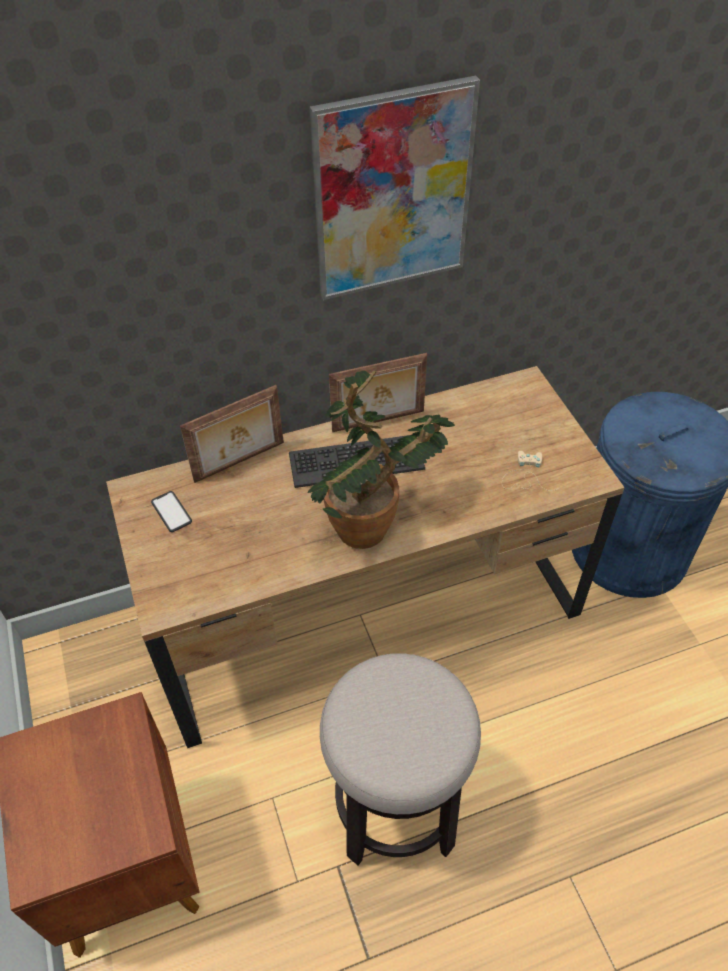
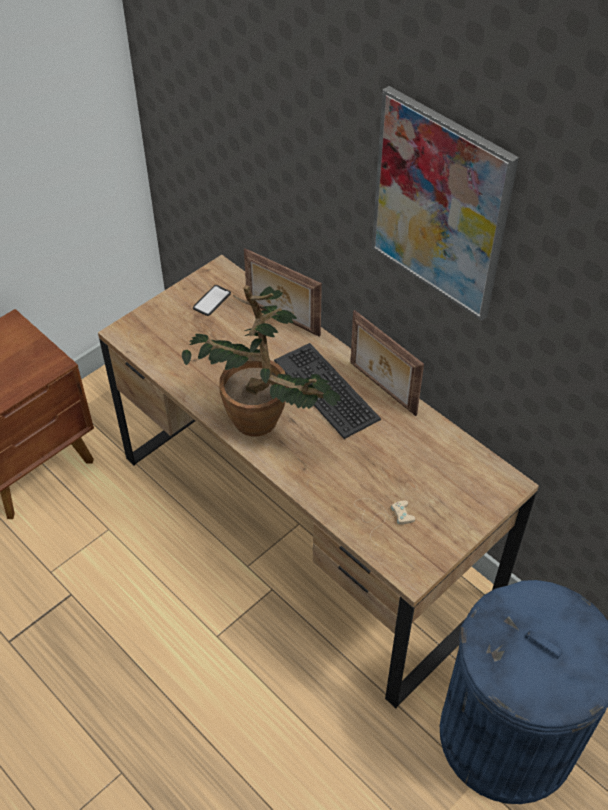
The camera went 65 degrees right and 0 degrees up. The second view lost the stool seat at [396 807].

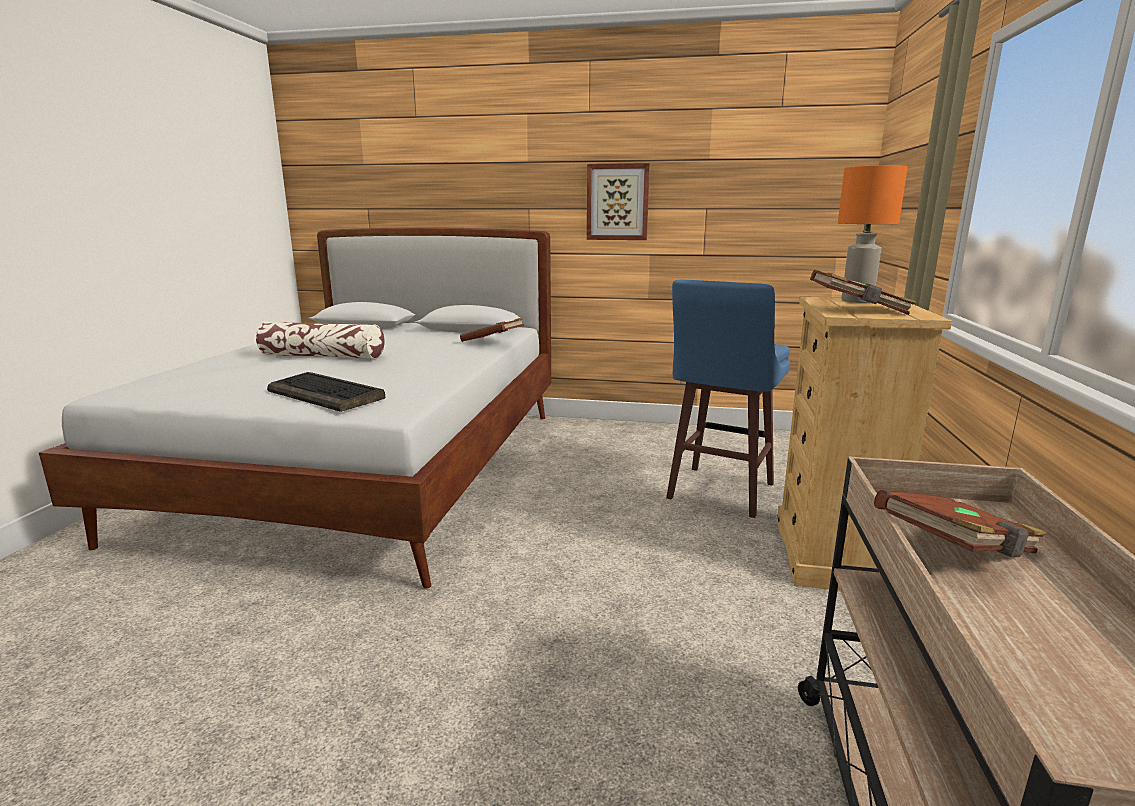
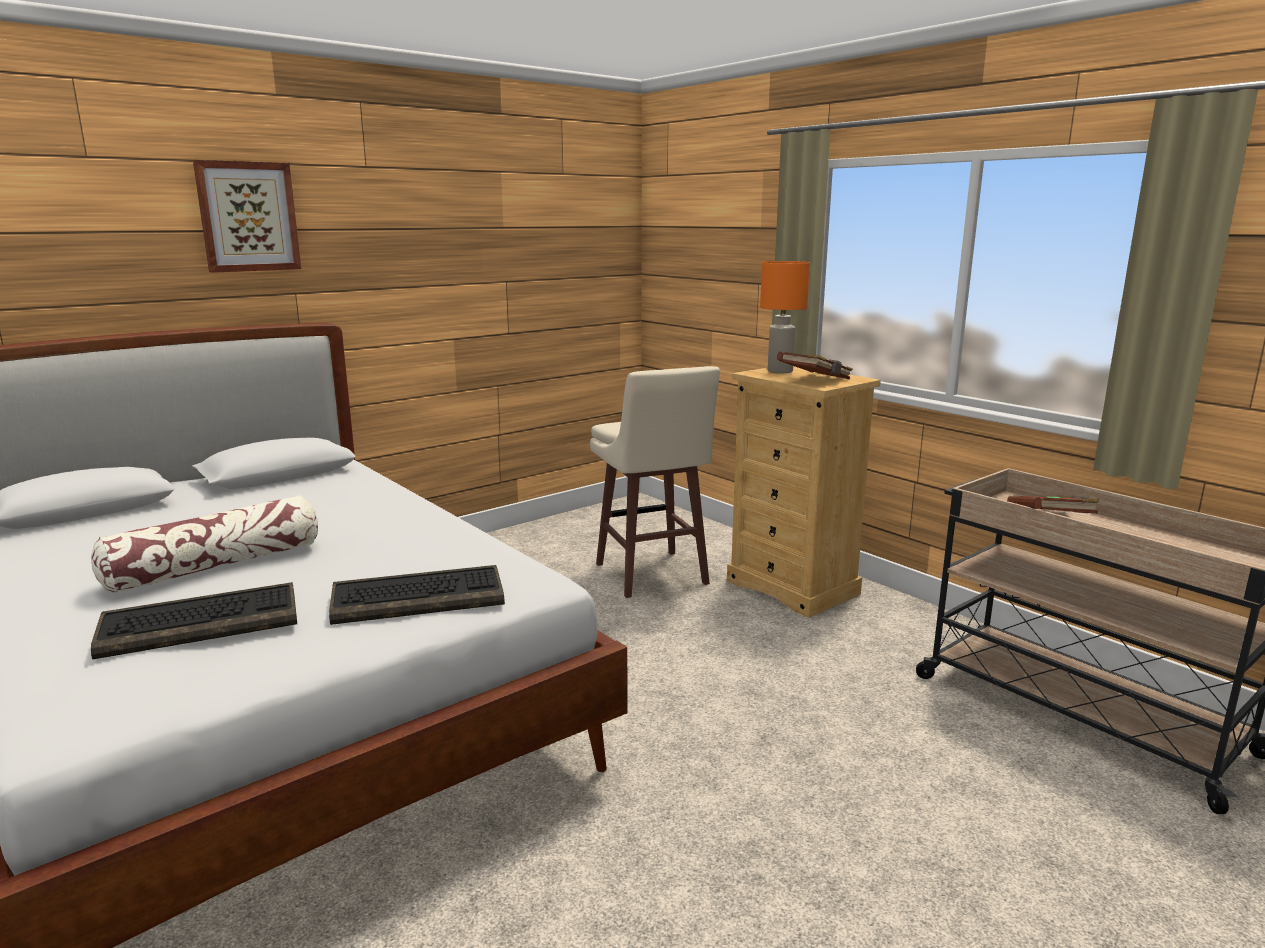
The camera went 50 degrees left and 0 degrees up. The second view gained the PC keyboard at [203 623]. The wall art ended up elsewhere, having gone from [617 202] to [248 217]. What was the blue stool seat at [719 492] turned into the beige-coloured stool seat at [651 575]. The second view lost the brown-coloured bound book at [493 342].

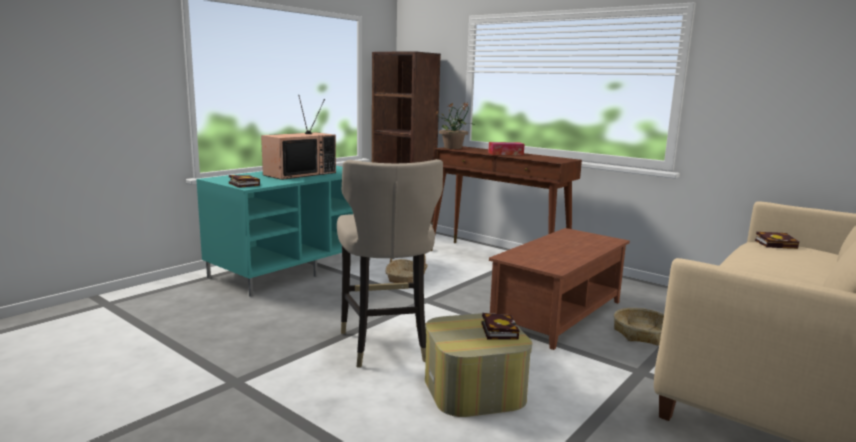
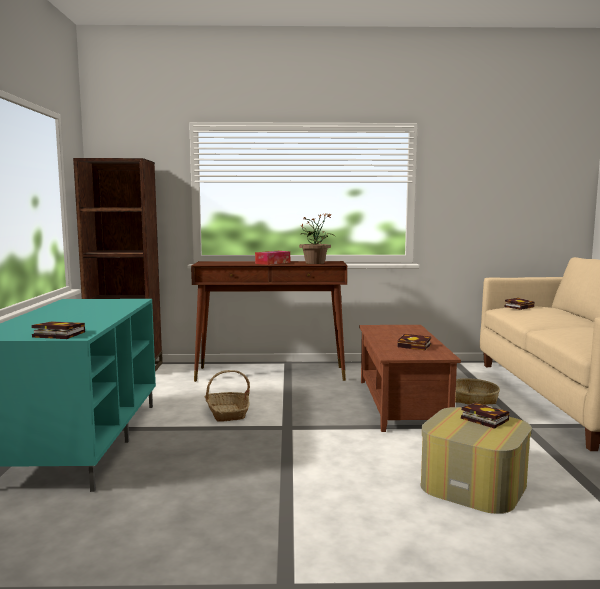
The camera went 40 degrees left and 5 degrees down. The potted plant ended up elsewhere, having gone from [453 148] to [315 263]. The second view gained the bound book at [416 346]. The second view lost the TV set at [300 173]. The second view lost the beige-coloured stool seat at [385 345].

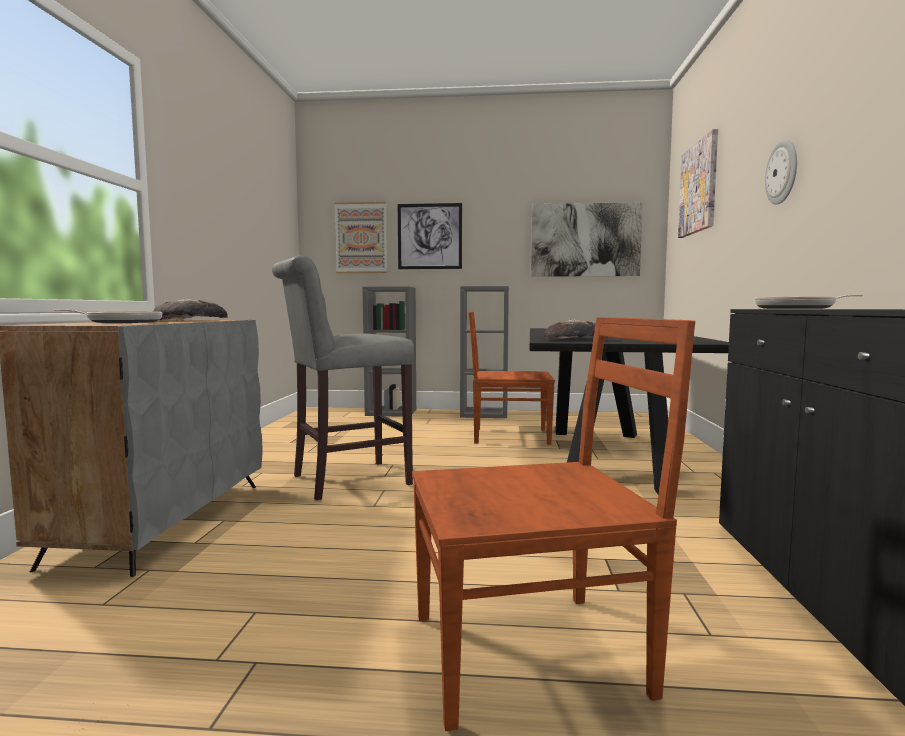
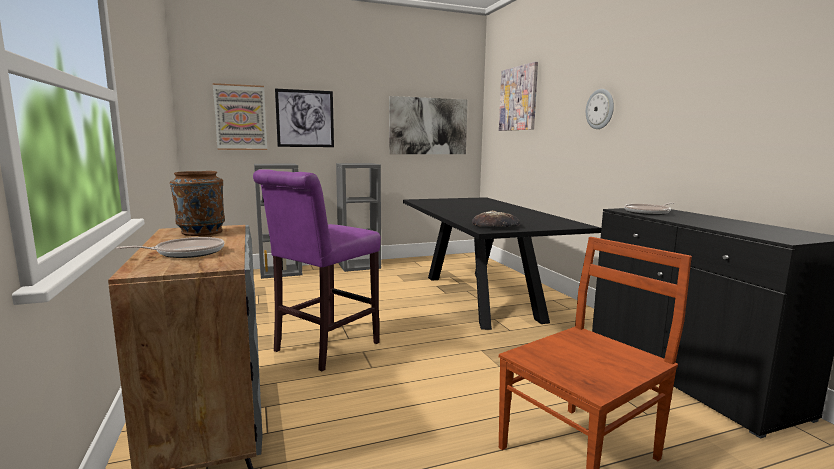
The camera went 25 degrees left and 5 degrees up. Where the bakery bread stood at [191 320], the brown-coloured flower vase came to stand at [201 232]. What was the grey stool seat at [344 481] turned into the purplish stool seat at [322 349]. The second view lost the brown-coloured chair at [508 436].

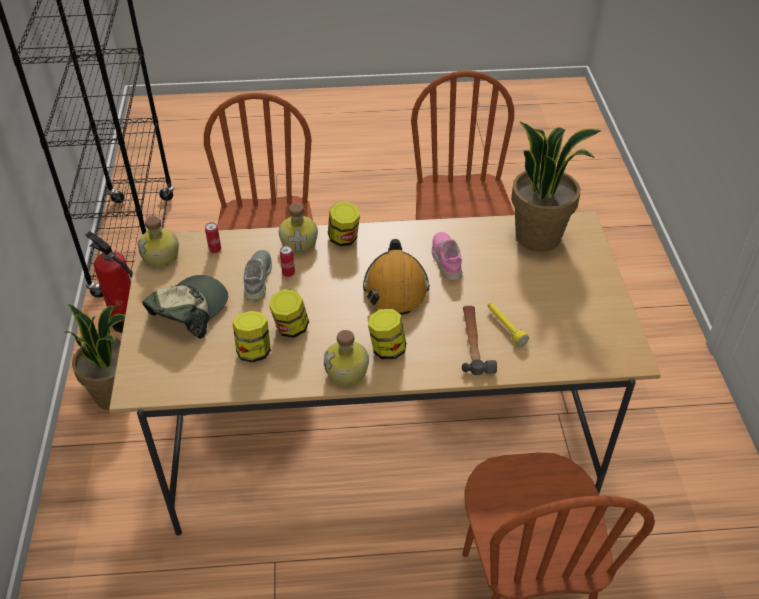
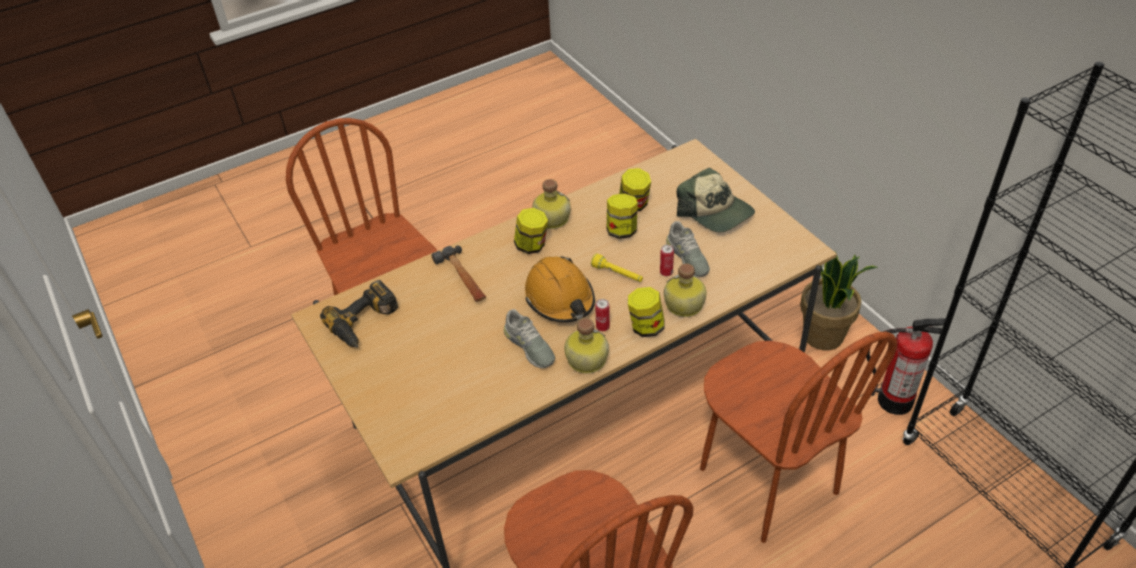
The camera went 155 degrees right and 0 degrees up. The second view gained the power drill at [366 323]. What was the pinkish shoe at [447 259] turned into the grey shoe at [529 346]. The drink bottle ended up elsewhere, having gone from [162 256] to [585 360]. The yellow-coloured torch ended up elsewhere, having gone from [505 327] to [617 274]. The metal can ended up elsewhere, having gone from [215 250] to [602 327]. The cap at [189 310] ended up facing another way, 45 degrees counterclockwise from before. The second view lost the potted plant at [538 236].

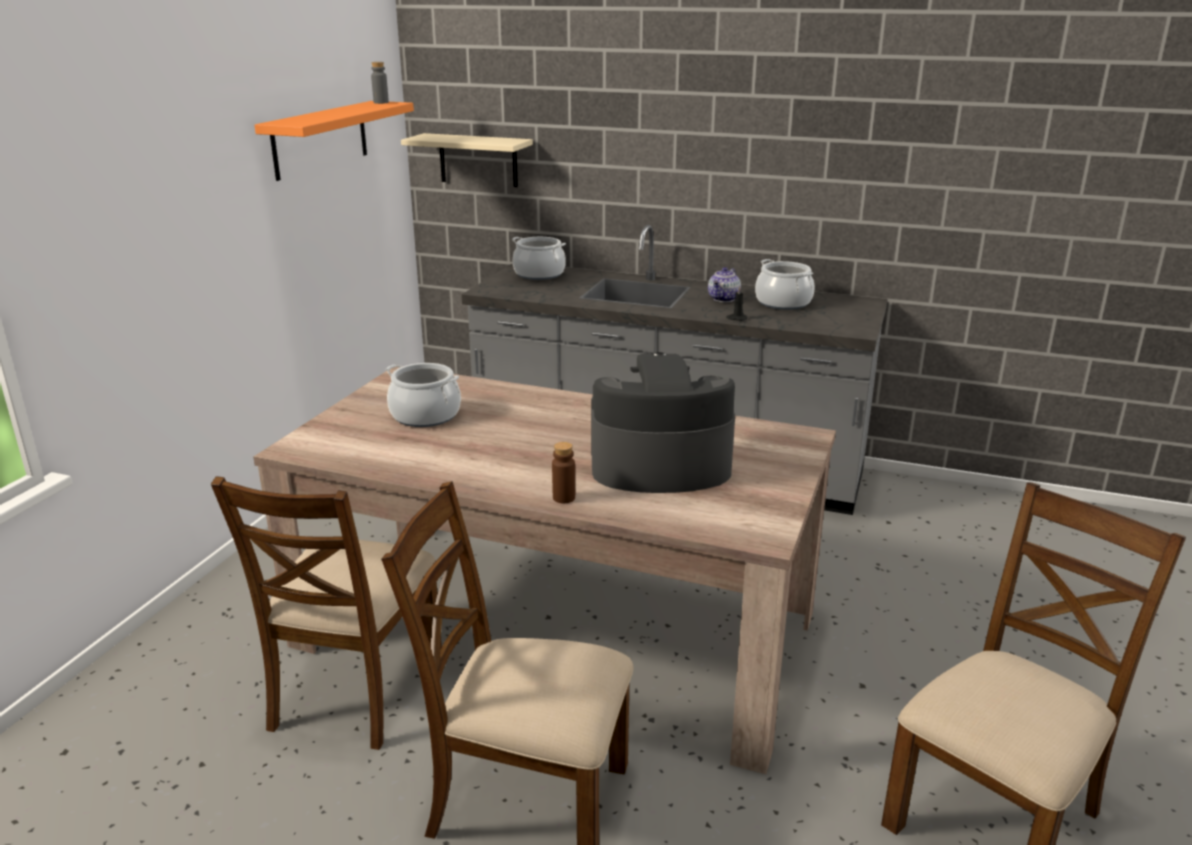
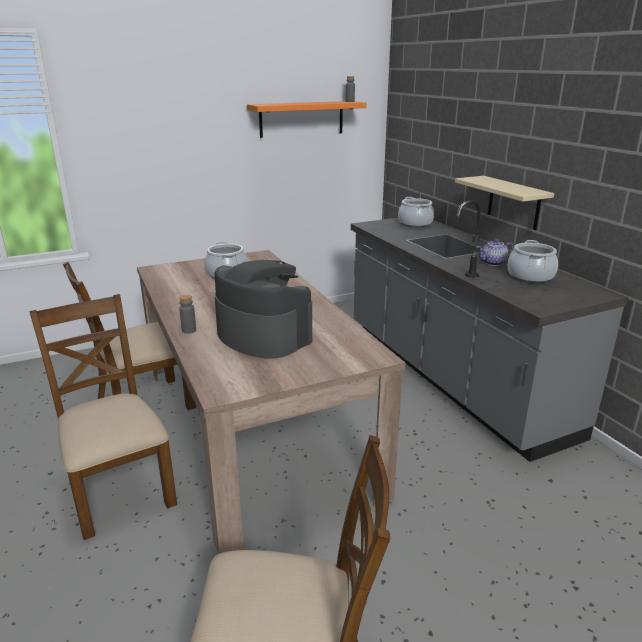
The camera went 45 degrees right and 0 degrees up. What was the brown-coloured drink bottle at [564 498] turned into the grey drink bottle at [189 330]. The beige-coloured shelf ended up elsewhere, having gone from [478 160] to [513 203].

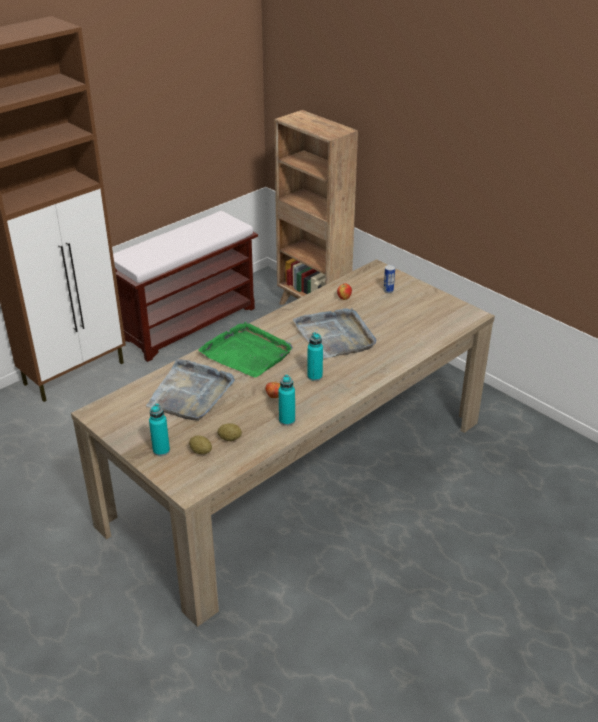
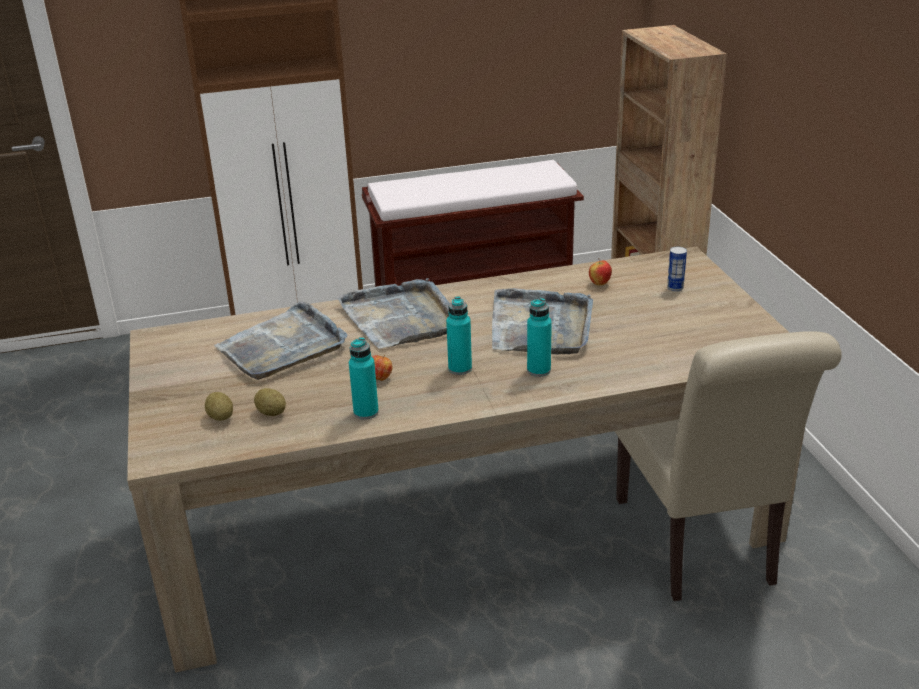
The camera went 30 degrees right and 5 degrees down. What was the greenish tray at [247 353] turned into the grey tray at [401 317]. The turquoise-coloured drink bottle ended up elsewhere, having gone from [161 450] to [538 370]. The second view gained the beige-coloured chair at [699 547].

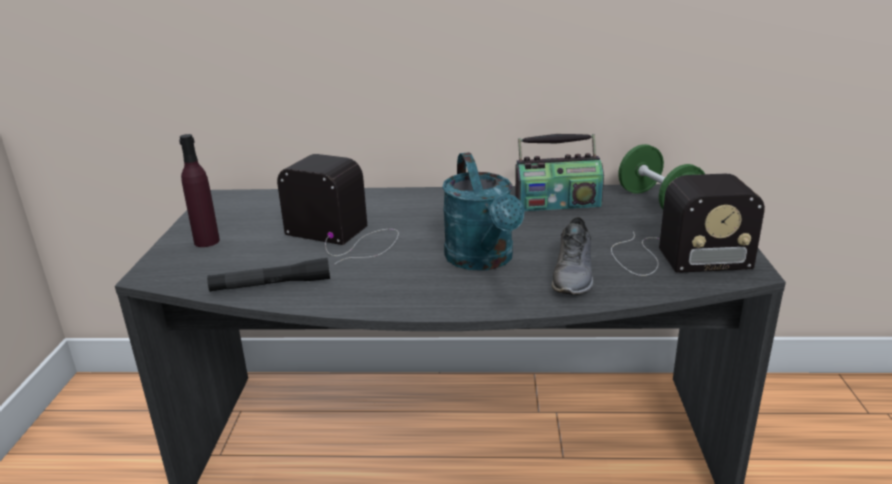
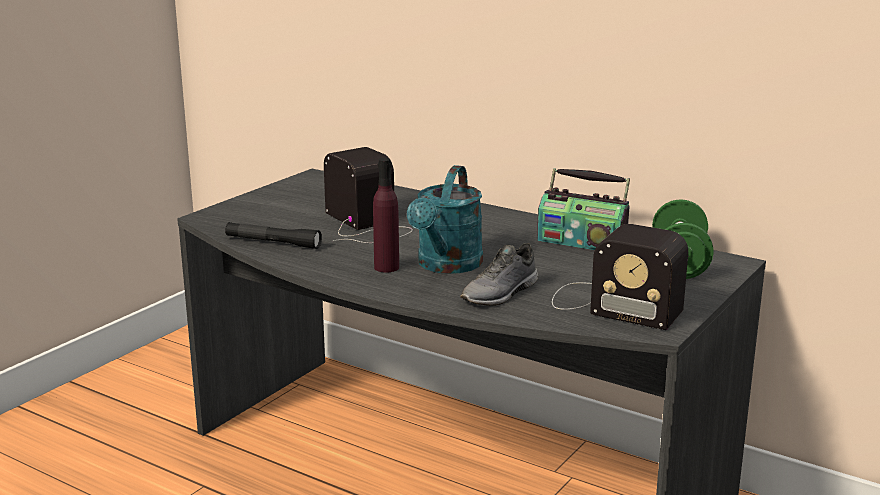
The camera went 30 degrees right and 5 degrees down. The purplish drink bottle ended up elsewhere, having gone from [207 241] to [386 267].

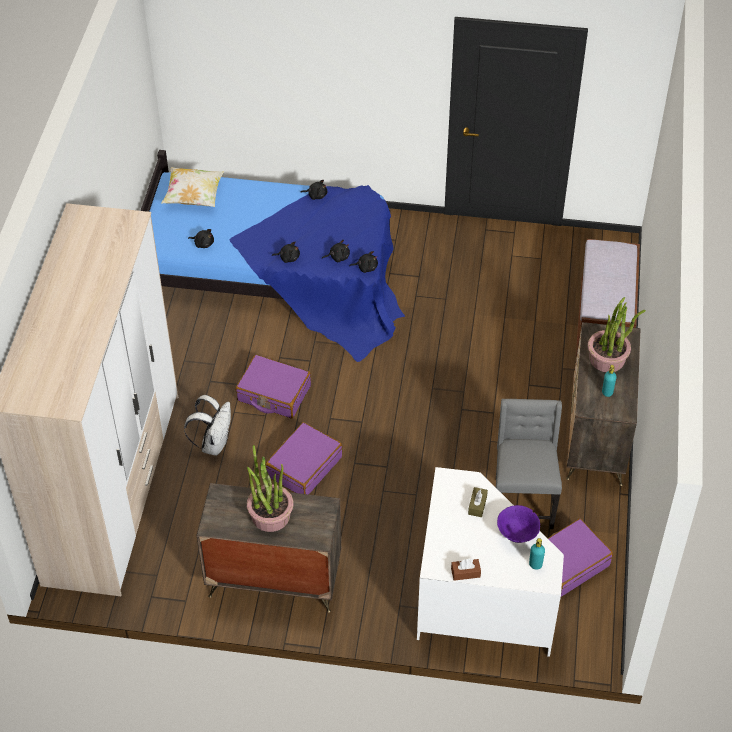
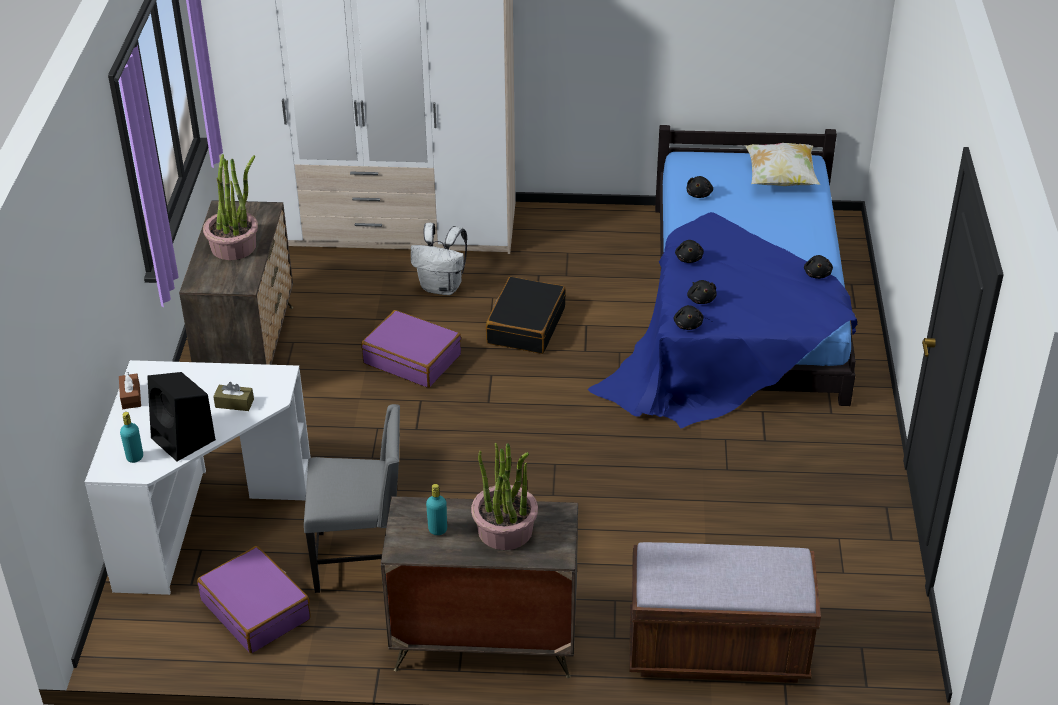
The camera went 85 degrees right and 10 degrees down. Where the purplish serving bowl stood at [517 534], the black speaker came to stand at [184 439]. What was the purplish piece of luggage at [273 393] turned into the black piece of luggage at [525 325].

